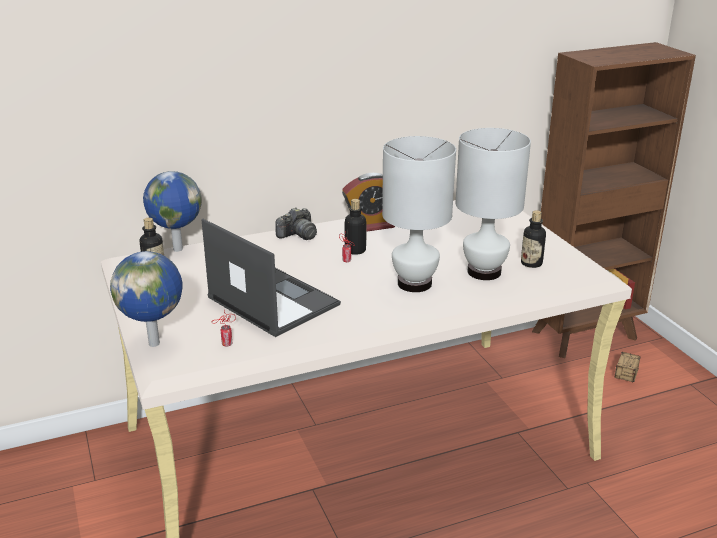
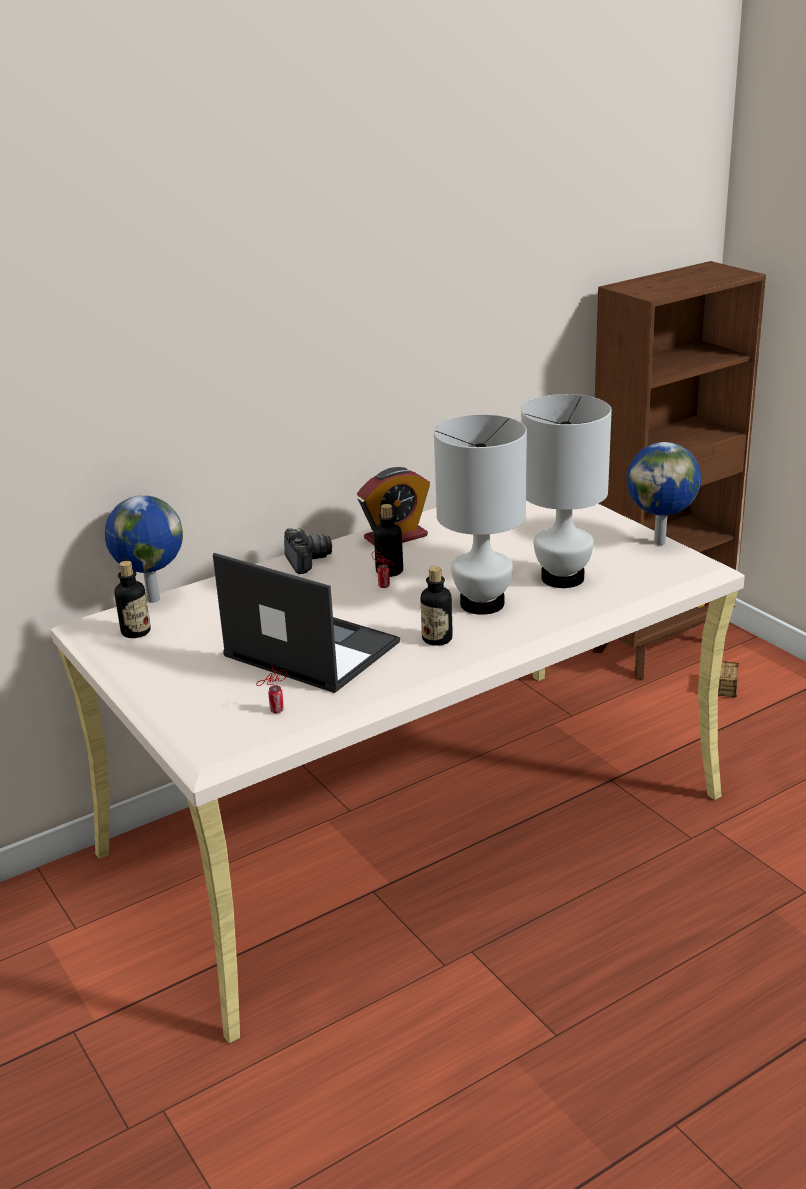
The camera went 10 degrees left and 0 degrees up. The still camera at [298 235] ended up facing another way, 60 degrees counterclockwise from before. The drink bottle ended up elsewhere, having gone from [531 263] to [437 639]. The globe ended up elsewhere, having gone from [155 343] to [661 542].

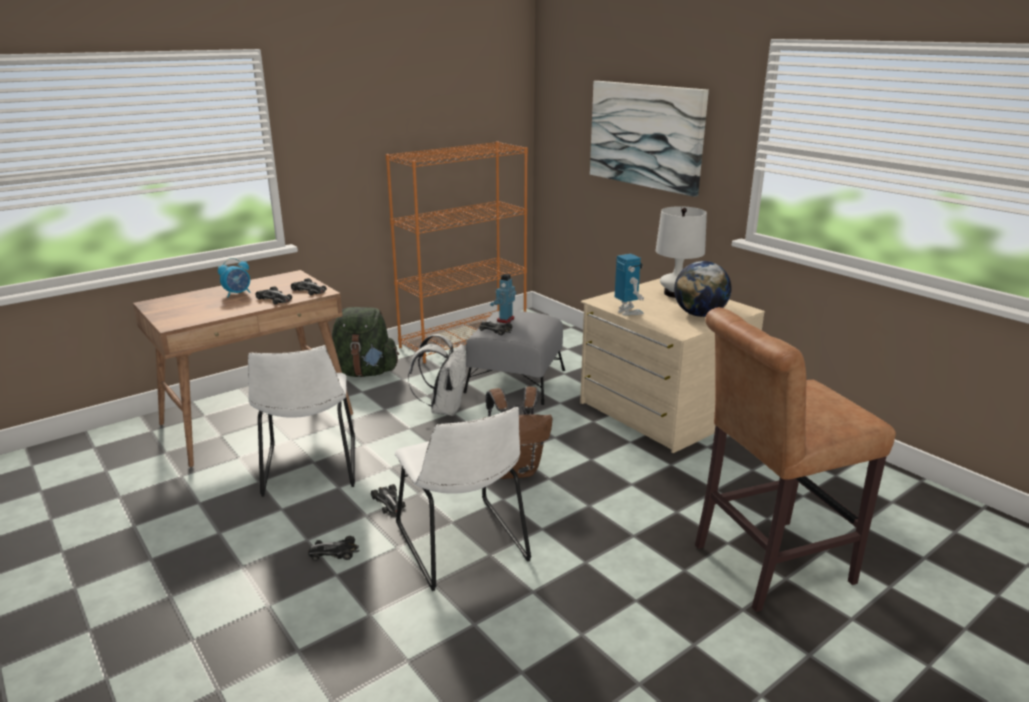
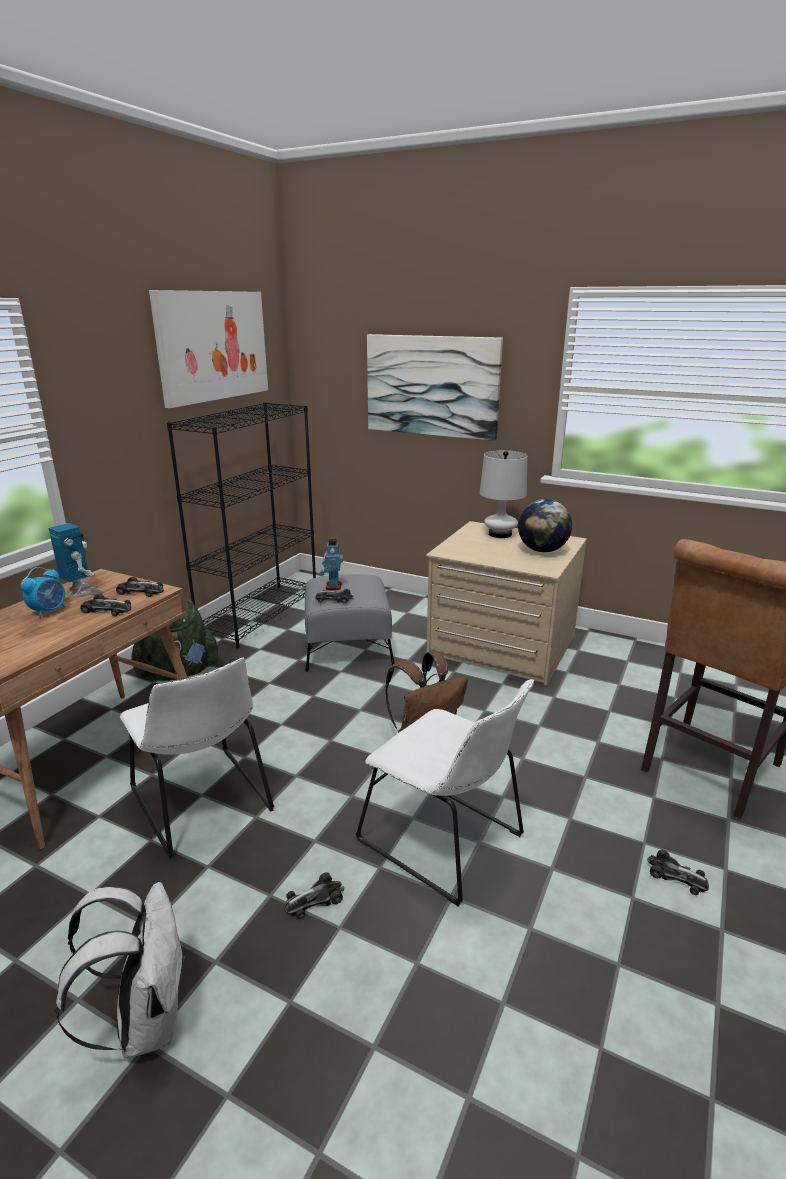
The camera went 25 degrees left and 0 degrees up. The robot figure ended up elsewhere, having gone from [627 312] to [81 592]. The white backpack ended up elsewhere, having gone from [444 408] to [145 1019]. The second view gained the wall art at [213 346]. What was the orange-coloured bookshelf at [464 339] turned into the black bookshelf at [260 614]. The toy car ended up elsewhere, having gone from [388 502] to [676 876].

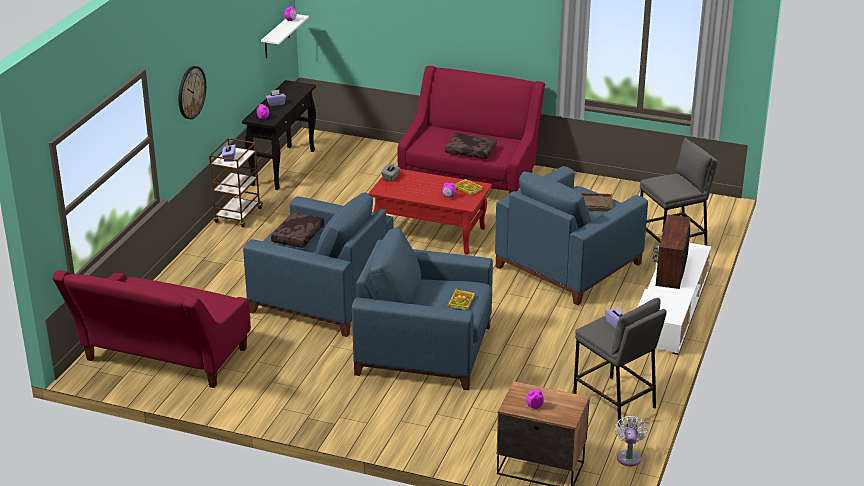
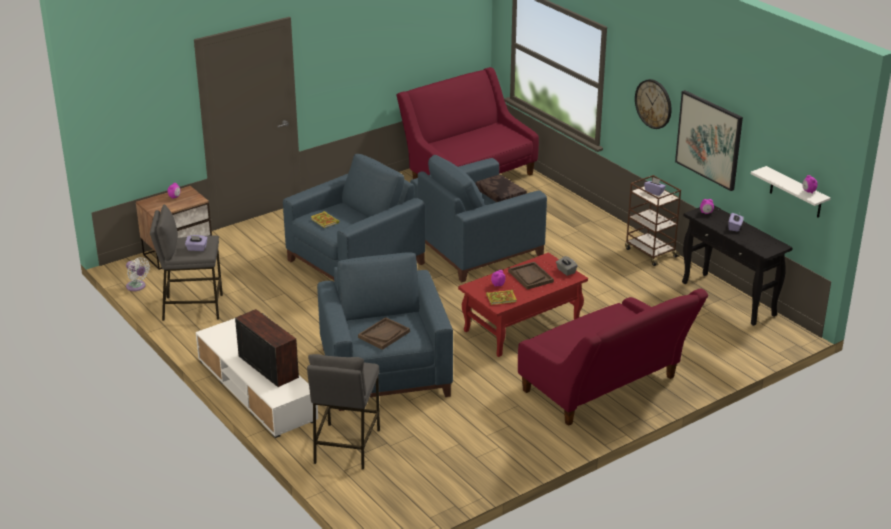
The camera went 125 degrees right and 0 degrees up. The second view gained the brown-coloured tray at [530 277]. The second view gained the wall art at [709 139]. The second view lost the brown-coloured pillow at [471 151].

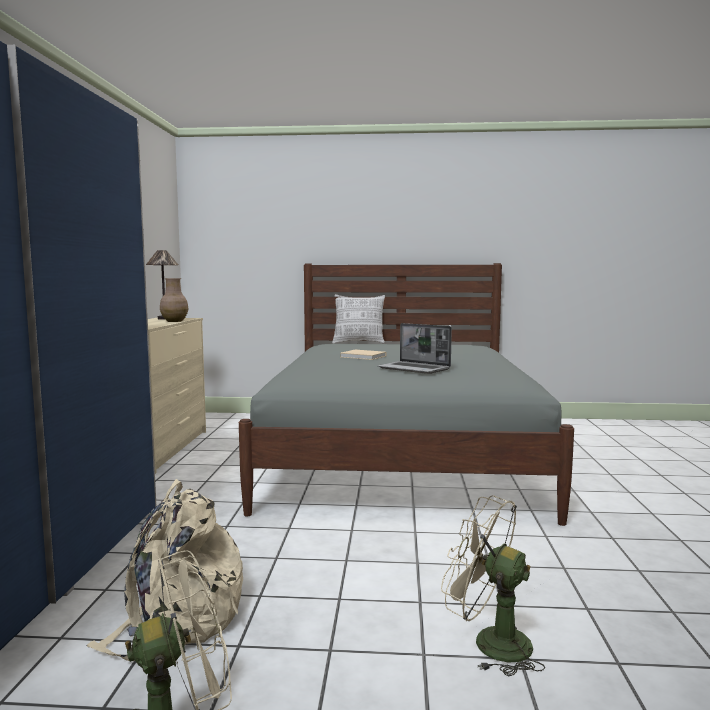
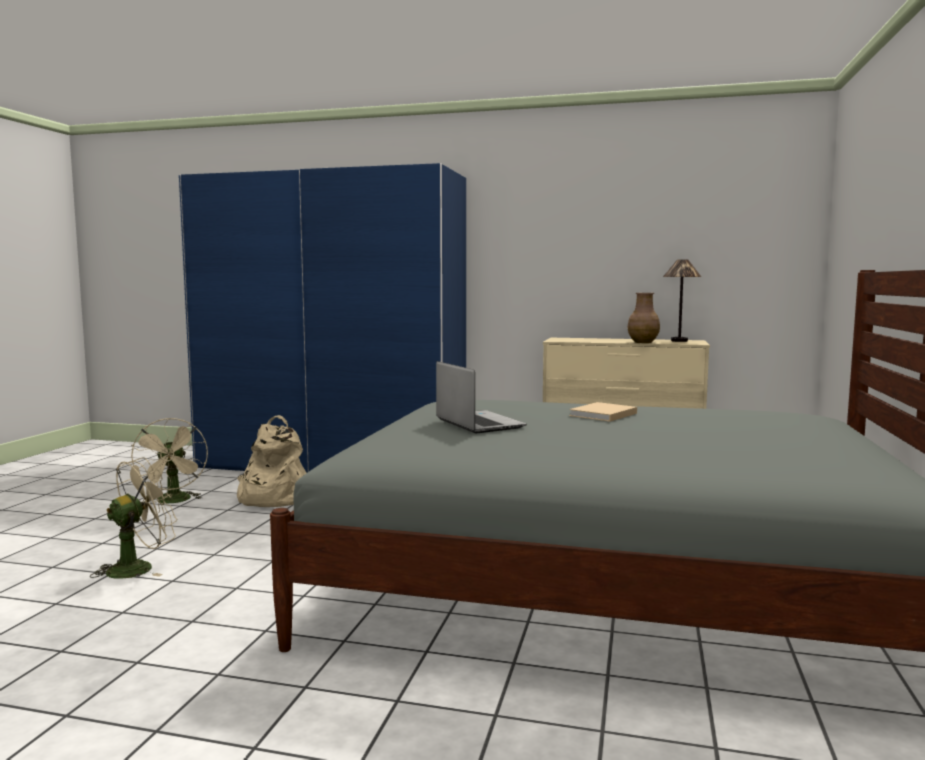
The camera went 100 degrees right and 0 degrees up. The portable computer at [415 369] ended up facing another way, 105 degrees clockwise from before. The second view lost the pillow at [359 343].

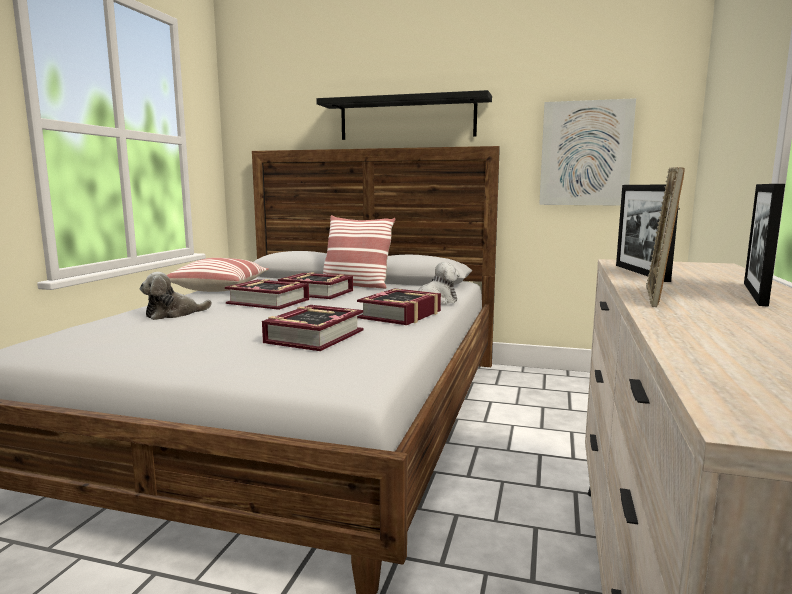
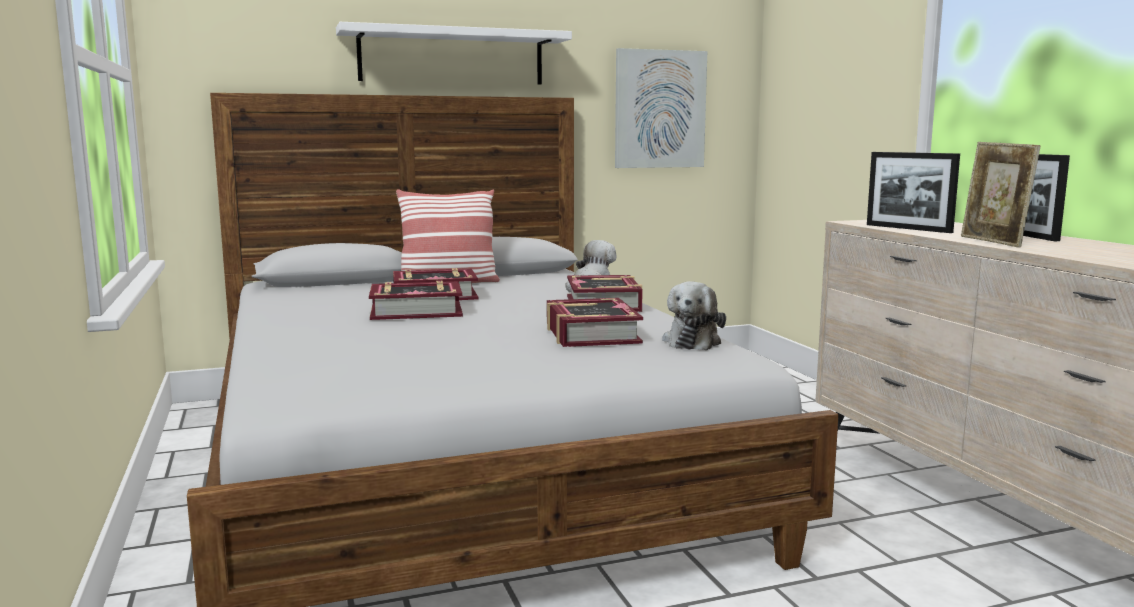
The camera went 35 degrees left and 0 degrees up. What was the black shelf at [407 118] turned into the white shelf at [452 57]. The cuddly toy ended up elsewhere, having gone from [173 314] to [693 341]. The second view lost the pillow at [219 288].

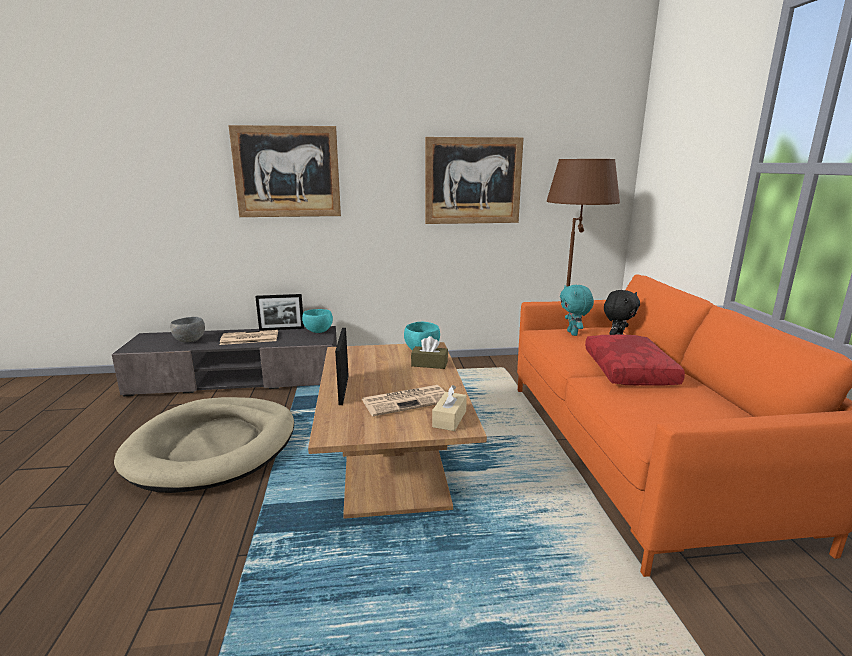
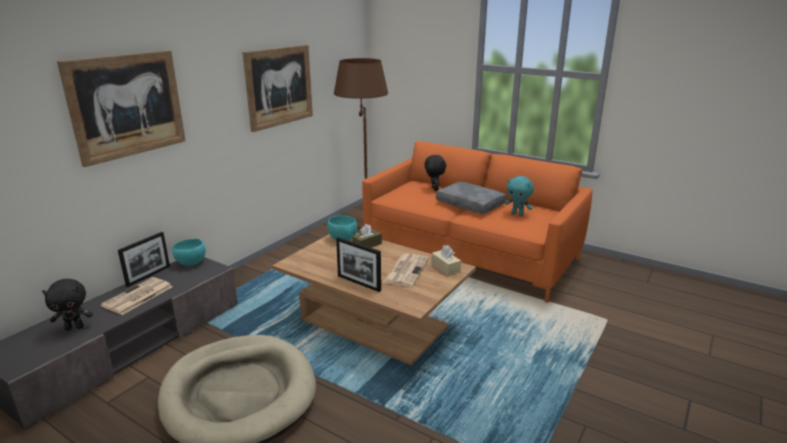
The camera went 50 degrees left and 5 degrees up. Where the grey serving bowl stood at [190 341], the black cuddly toy came to stand at [75 327]. What was the reddish pillow at [630 371] turned into the grey pillow at [471 204]. The turquoise-coloured cuddly toy ended up elsewhere, having gone from [573 333] to [517 214].

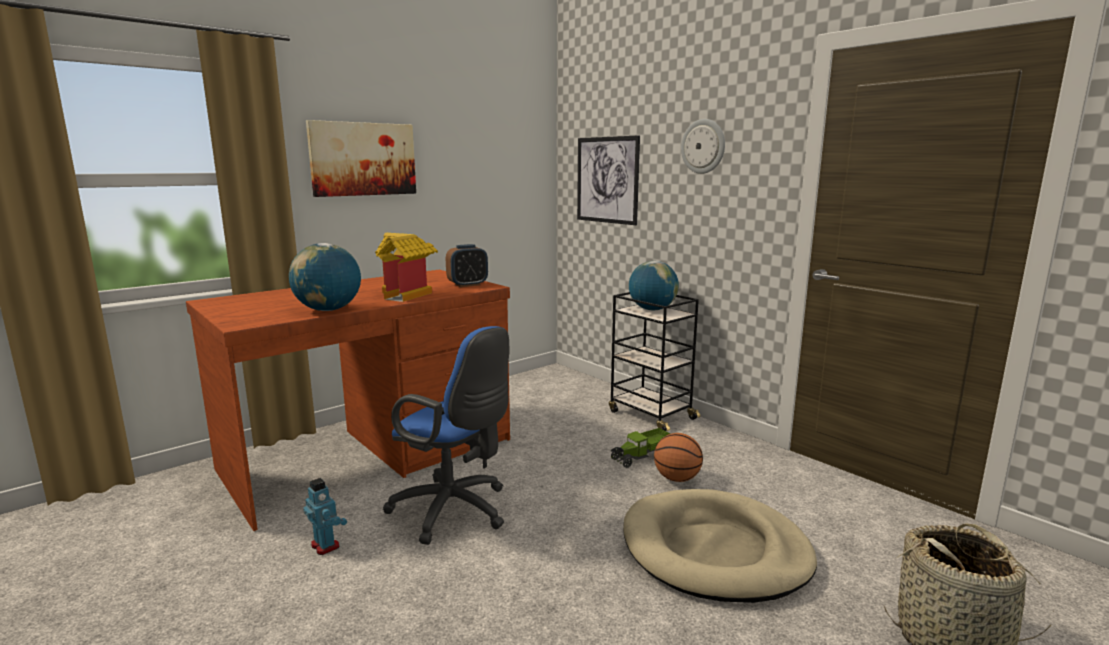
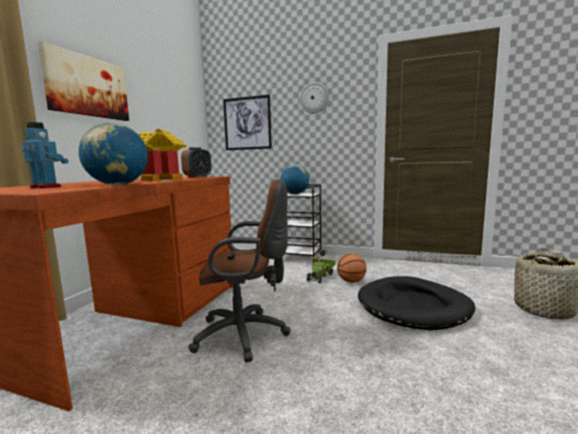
The camera went 30 degrees left and 5 degrees down. The robot figure ended up elsewhere, having gone from [326 545] to [46 187]. What was the blue computer chair at [455 511] turned into the brown-coloured computer chair at [246 335]. What was the beige-coloured pet bed at [715 550] turned into the black pet bed at [414 306].

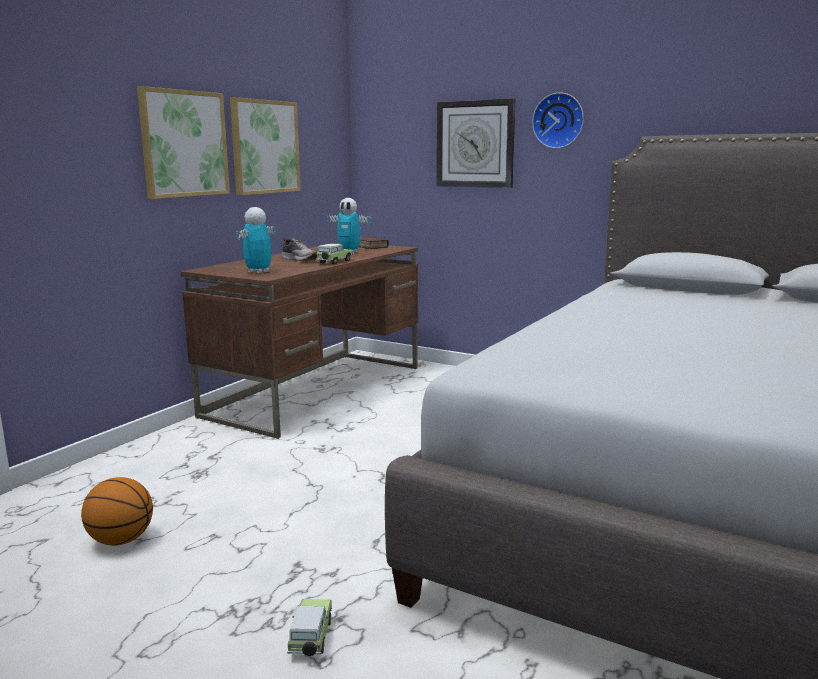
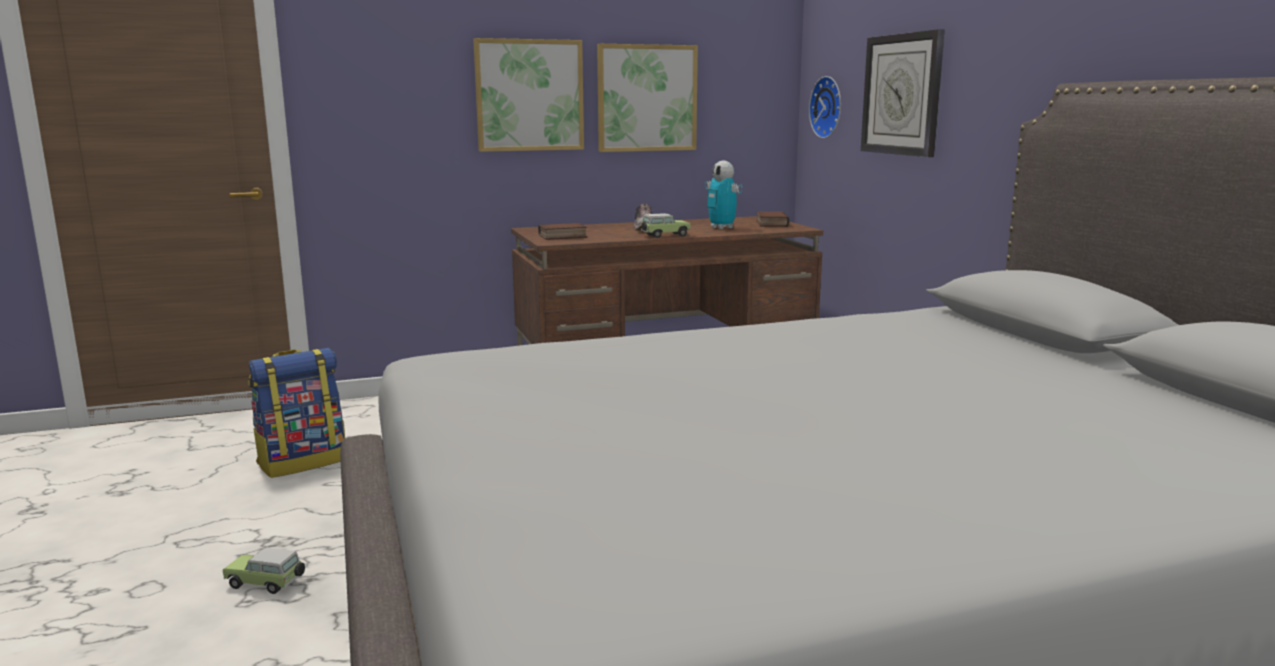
The camera went 40 degrees right and 0 degrees up. The toy car at [310 640] ended up facing another way, 120 degrees counterclockwise from before. Where the basketball ball stood at [121 540], the backpack came to stand at [303 462]. Where the robot figure stood at [258 272], the bound book came to stand at [562 236]. The wall clock ended up elsewhere, having gone from [559 120] to [829 107].

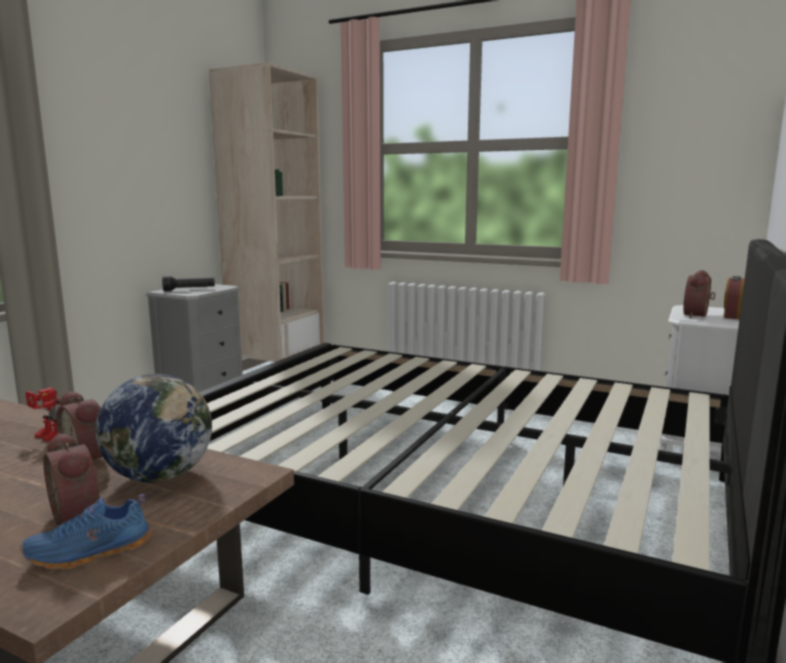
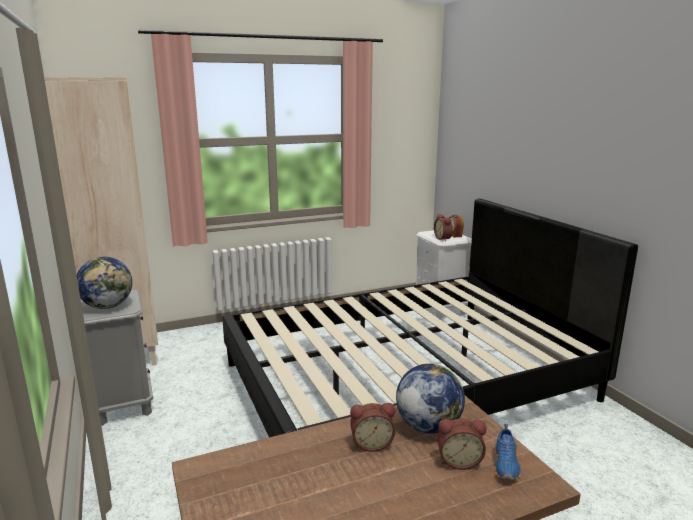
The camera went 50 degrees left and 5 degrees up. Where the black torch stood at [189 290], the globe came to stand at [108 306]. The second view lost the robot figure at [44 437].

